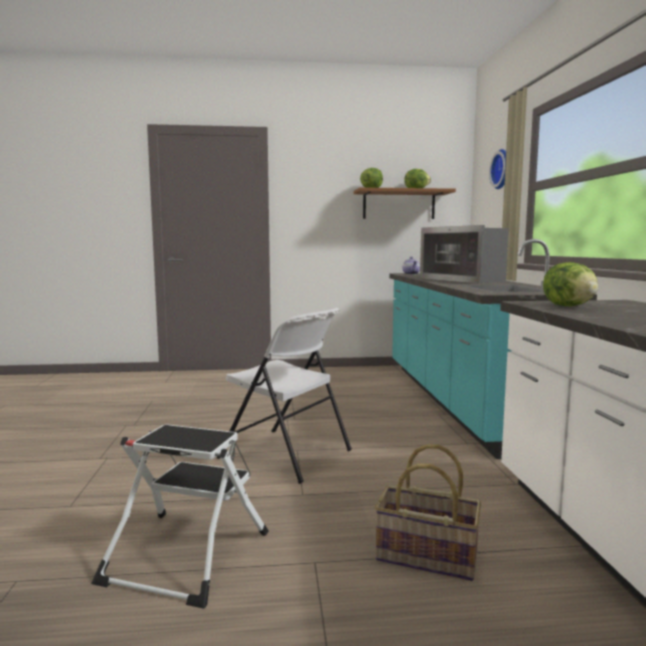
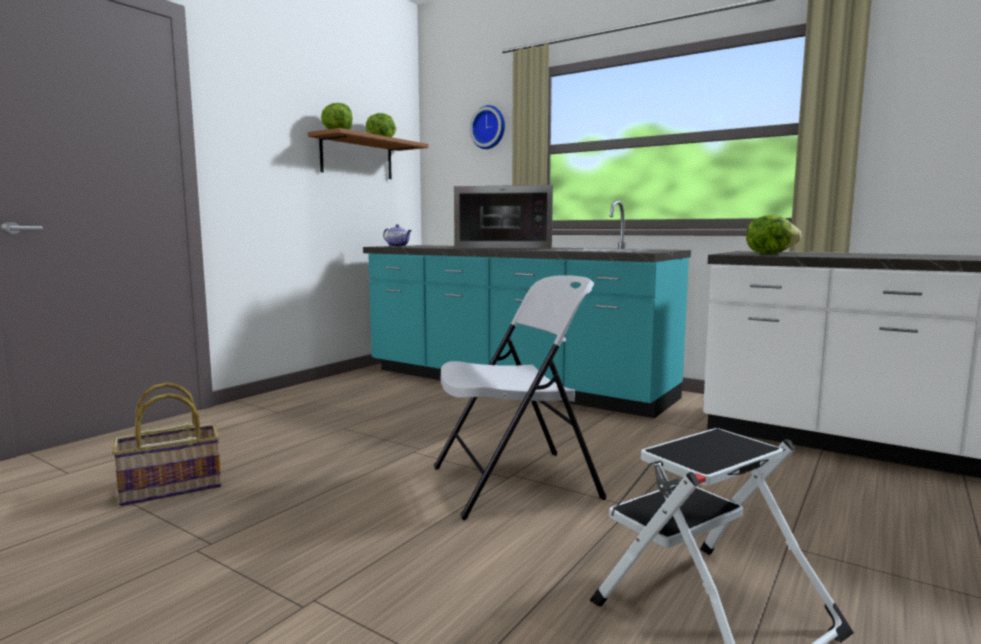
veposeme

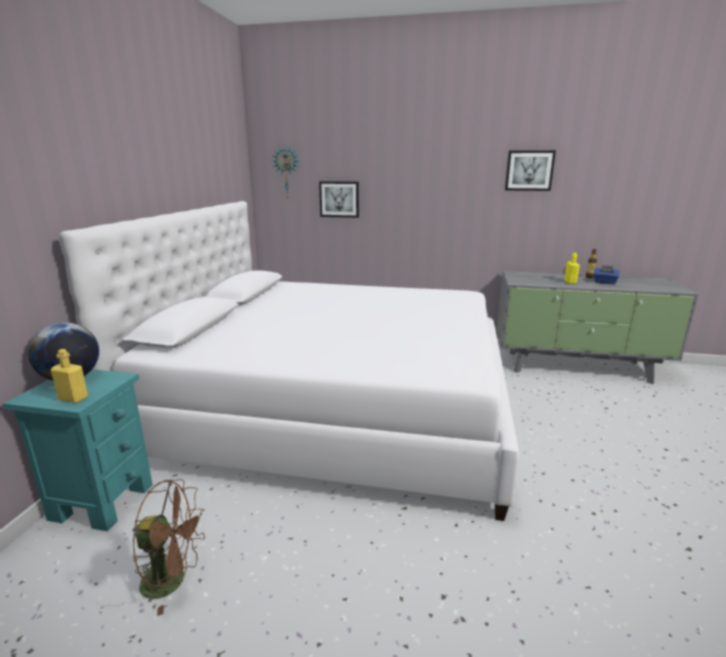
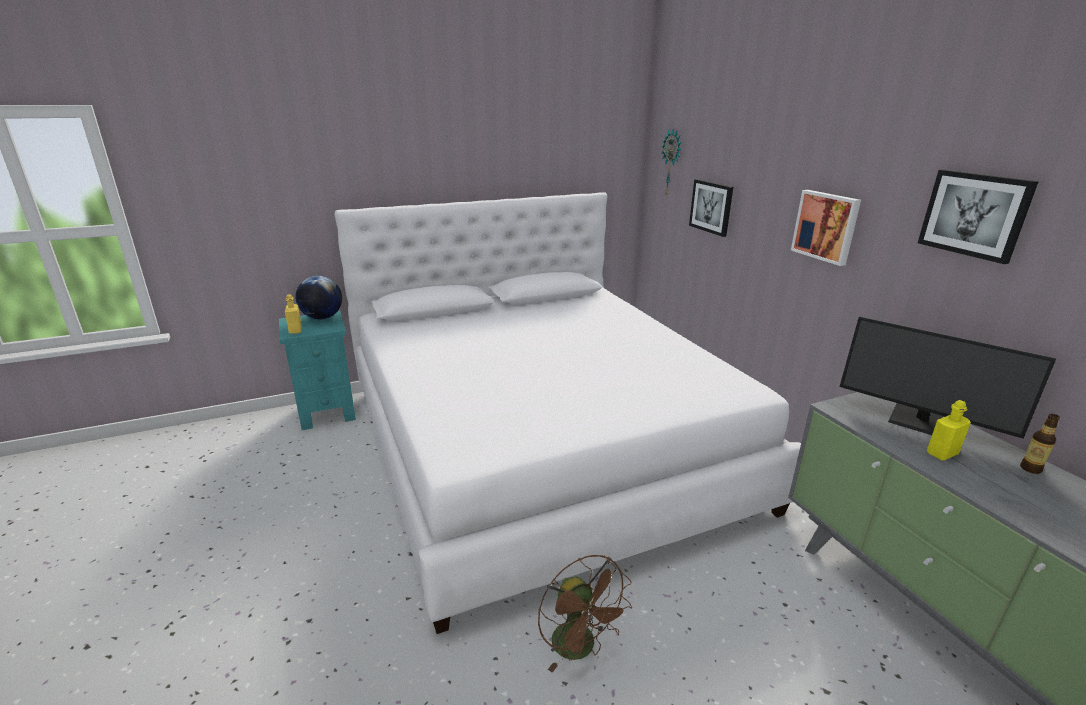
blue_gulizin
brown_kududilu
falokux (no. 2 from left)
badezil

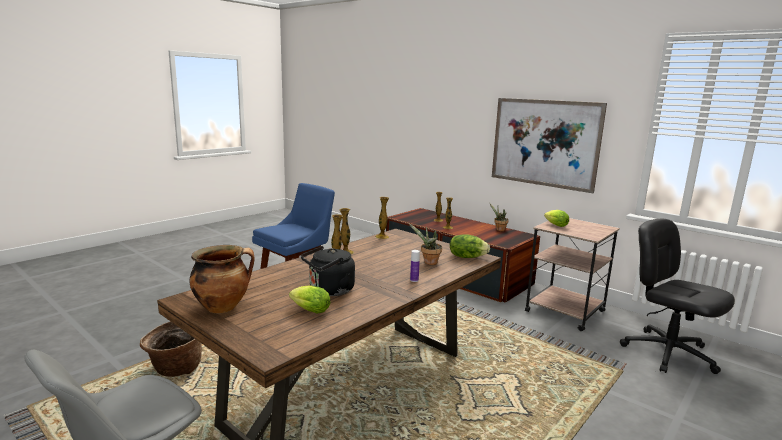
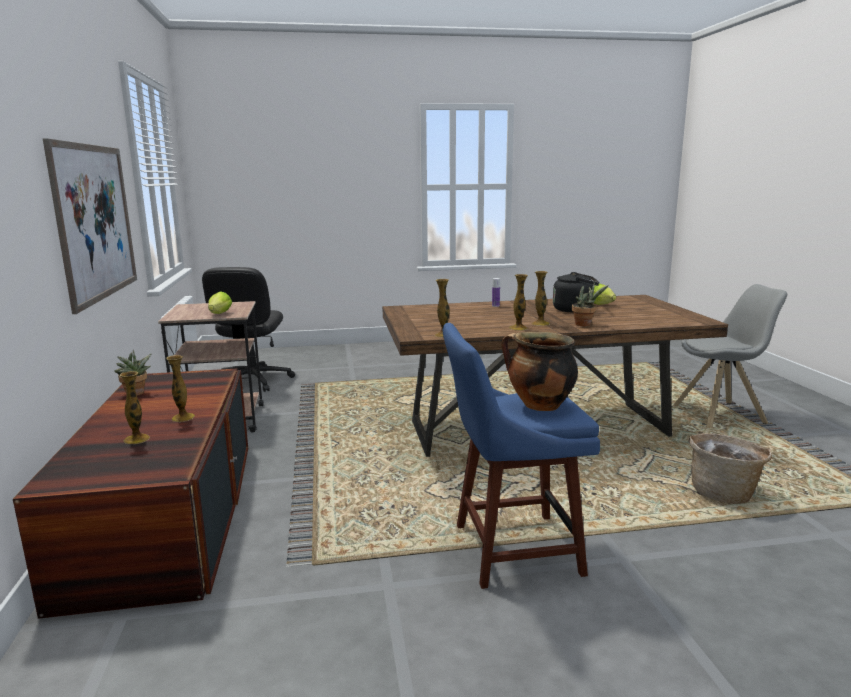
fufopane (no. 2 from left)
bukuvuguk (no. 2 from left in the first image)
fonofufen

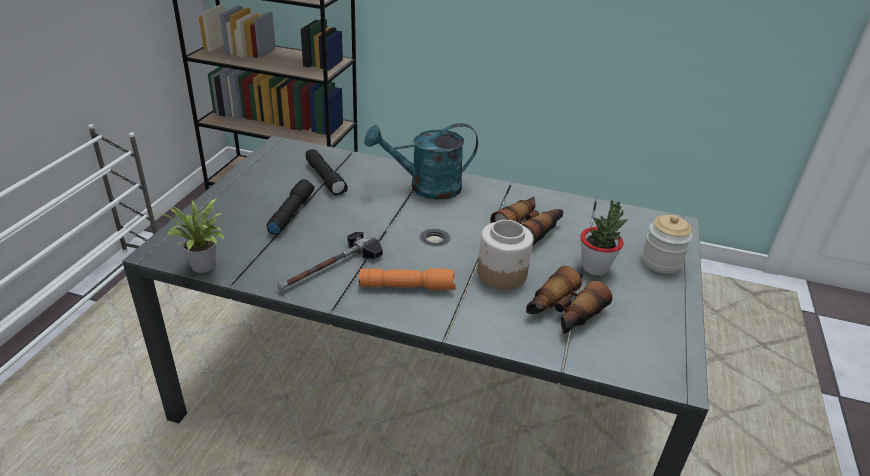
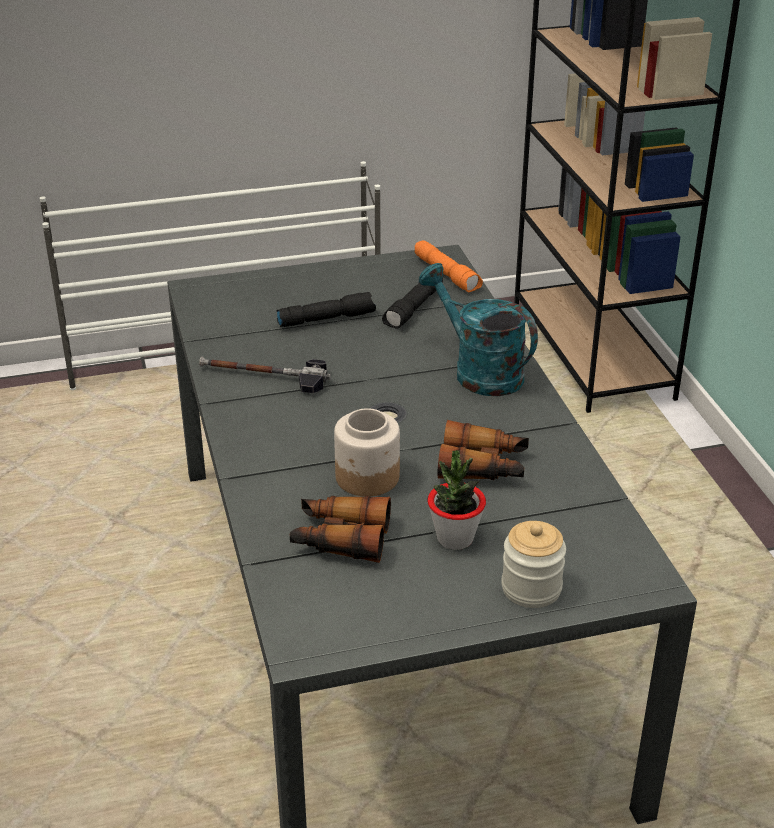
fufopane (no. 1 from left in the first image)
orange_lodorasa

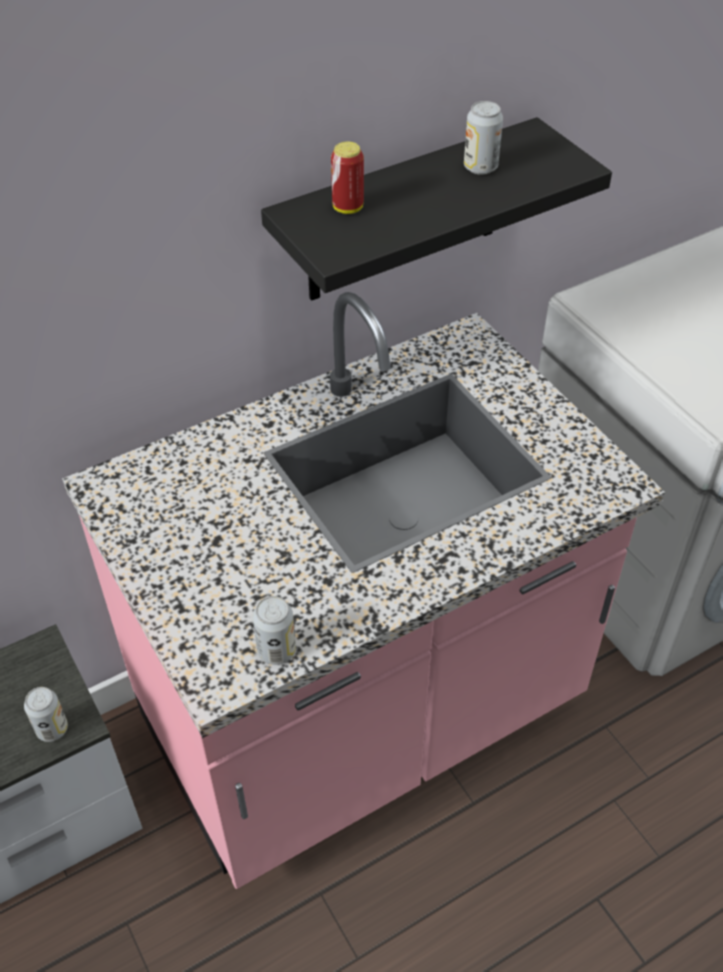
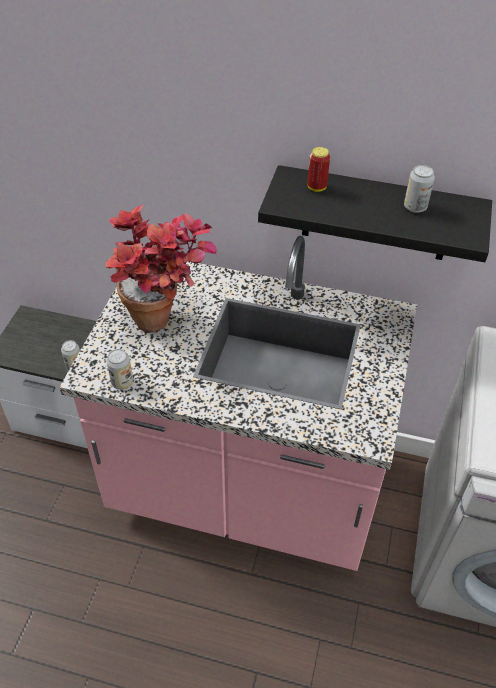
fufopane

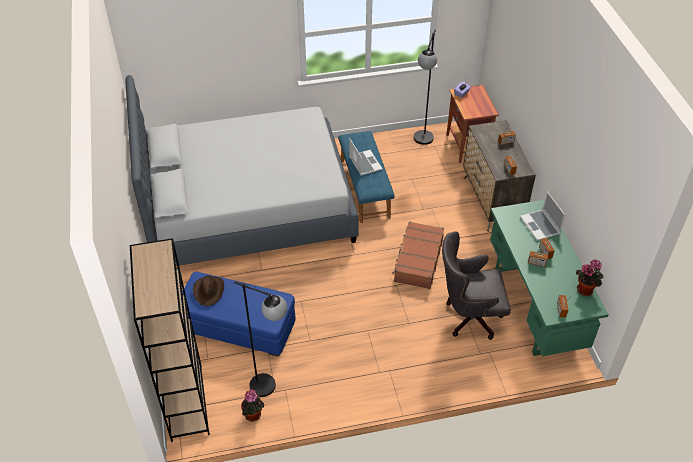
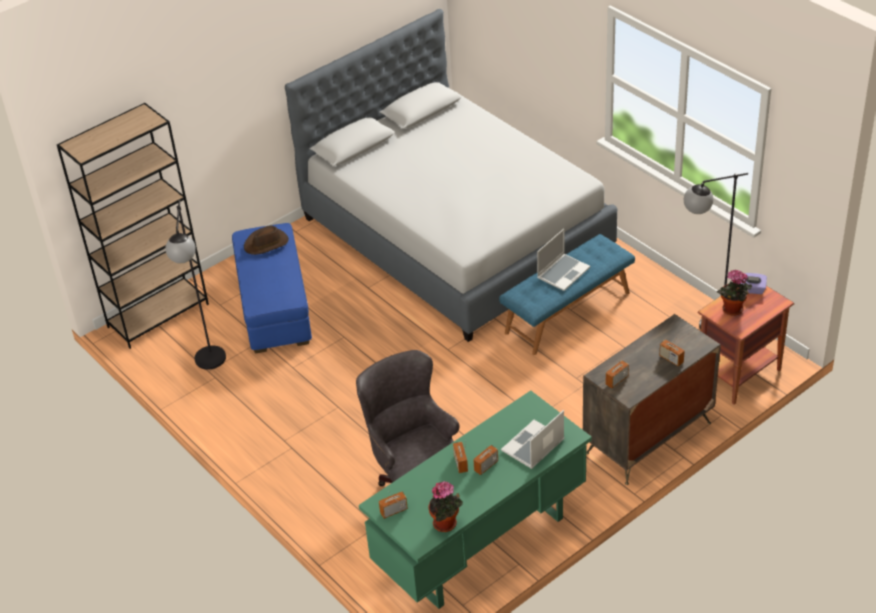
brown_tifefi
fufopane (no. 2 from left)

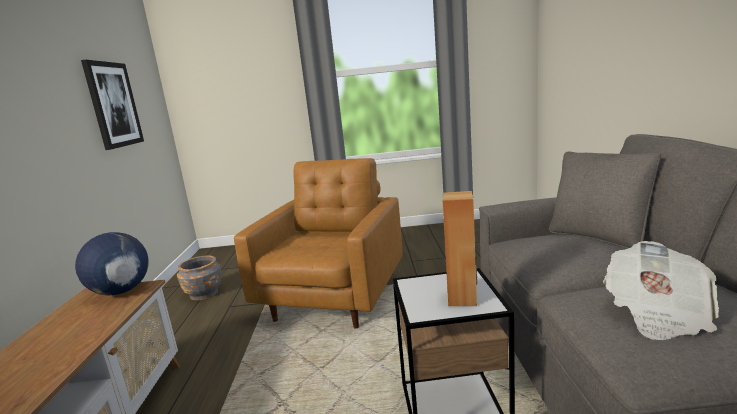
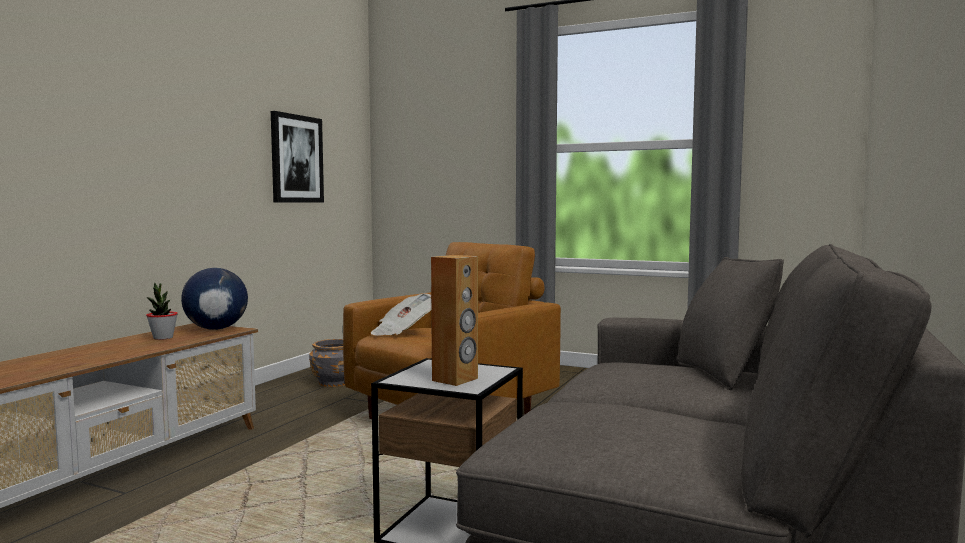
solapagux
fufopane

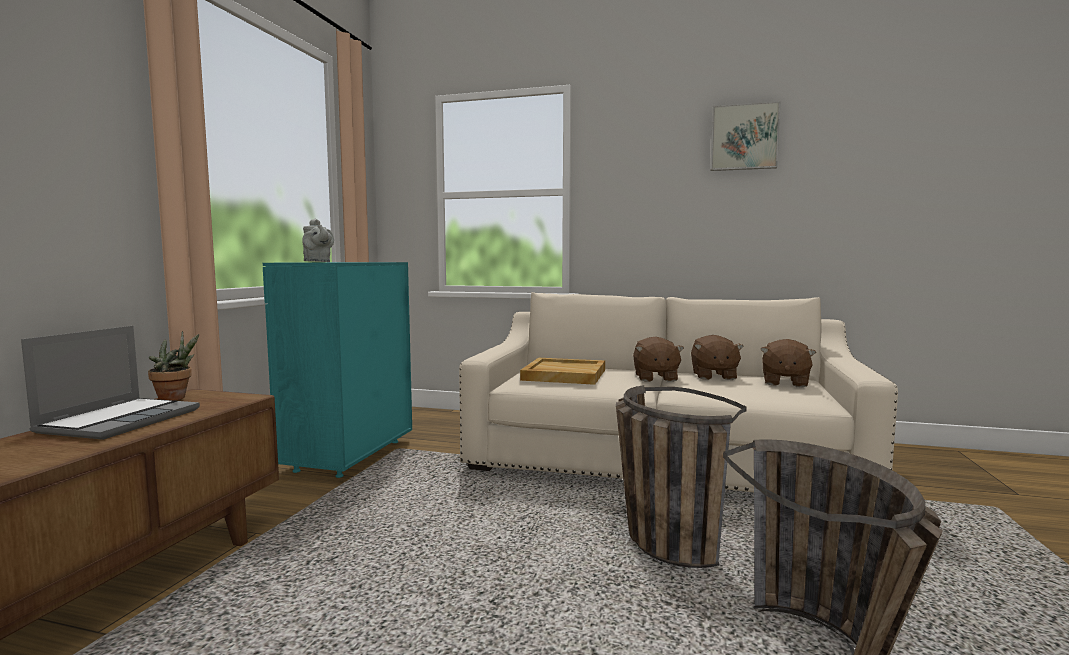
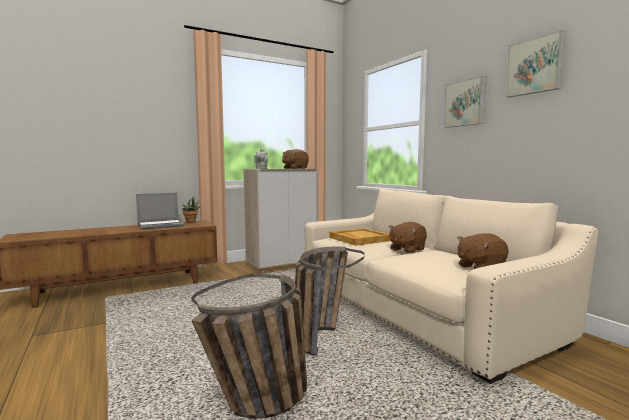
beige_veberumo
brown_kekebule (no. 1 from left)
falokux (no. 1 from left)

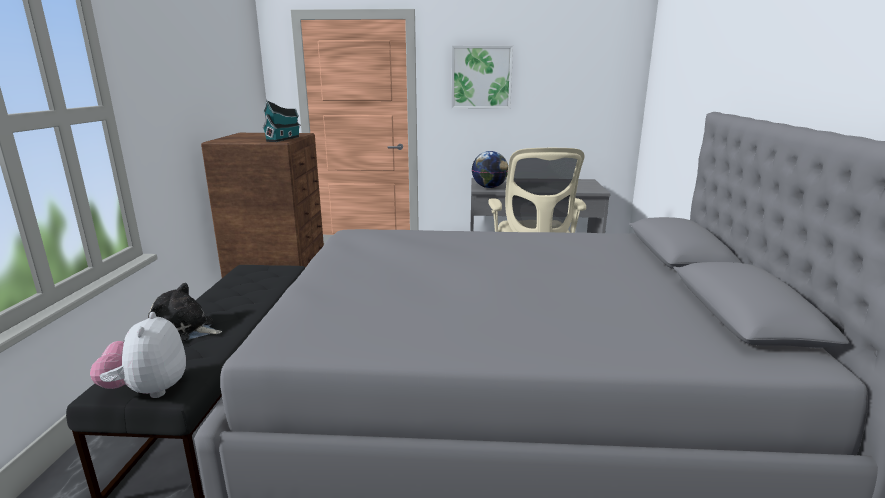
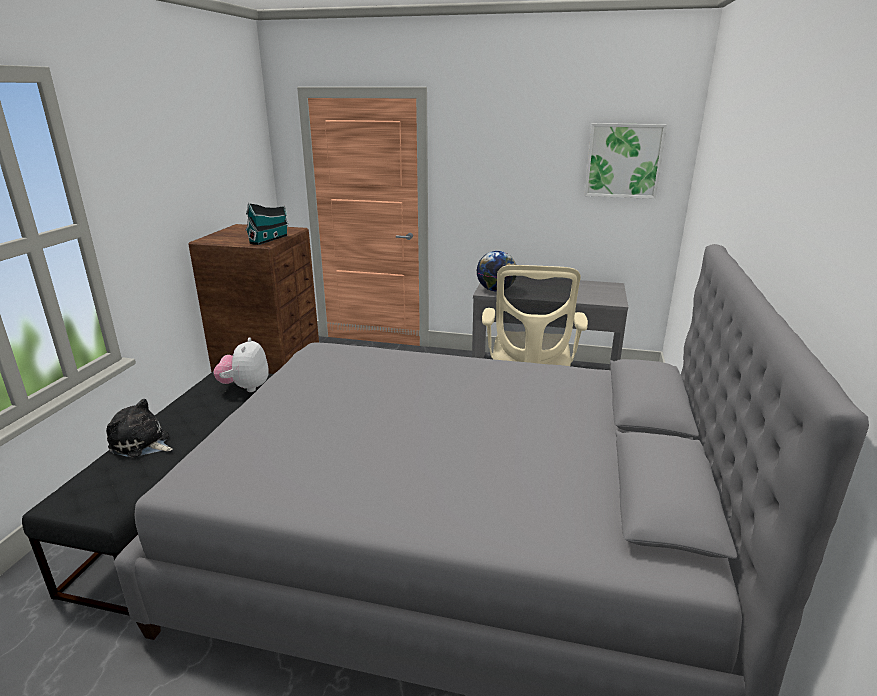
falokux
kekebule (no. 2 from left)

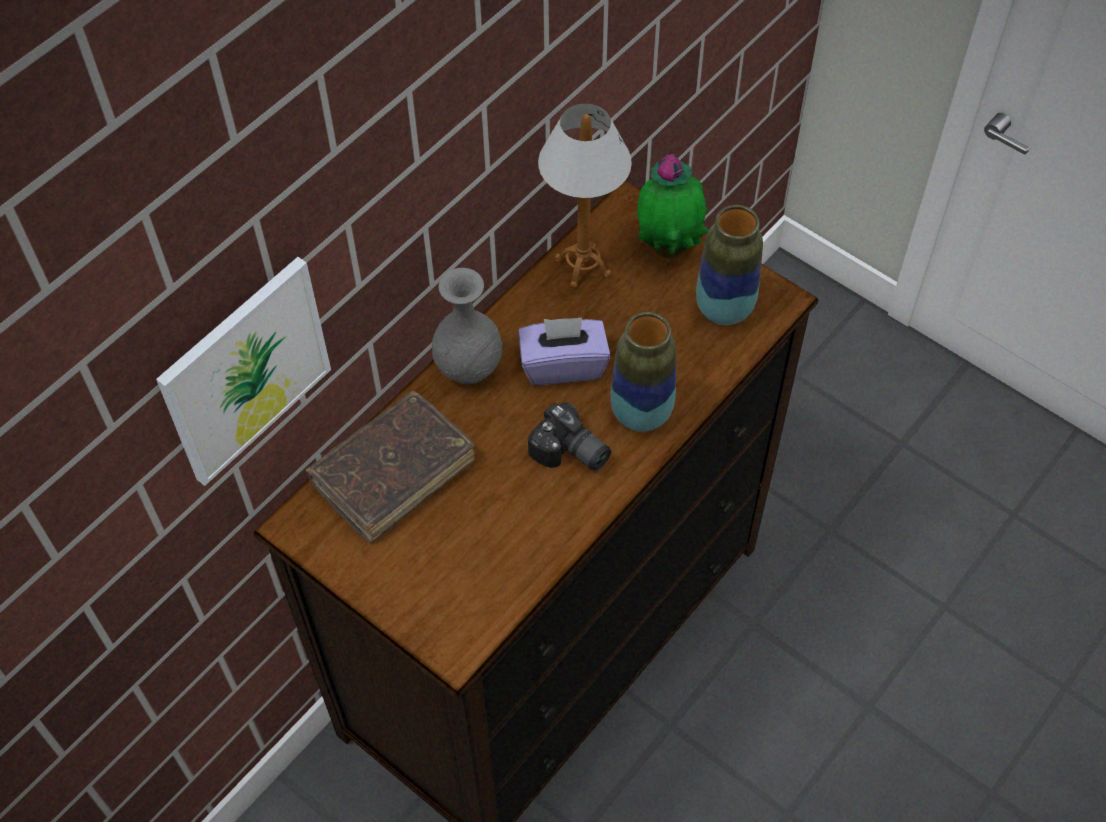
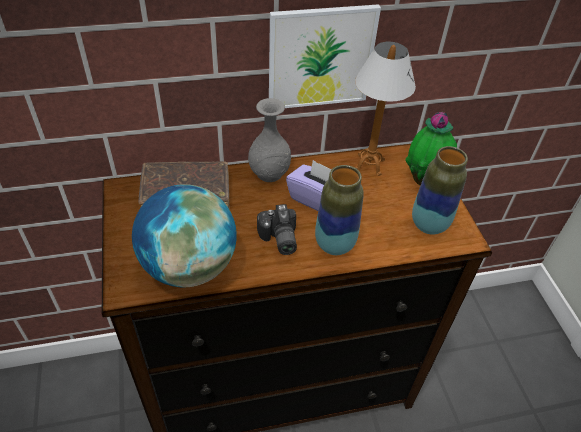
falokux
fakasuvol

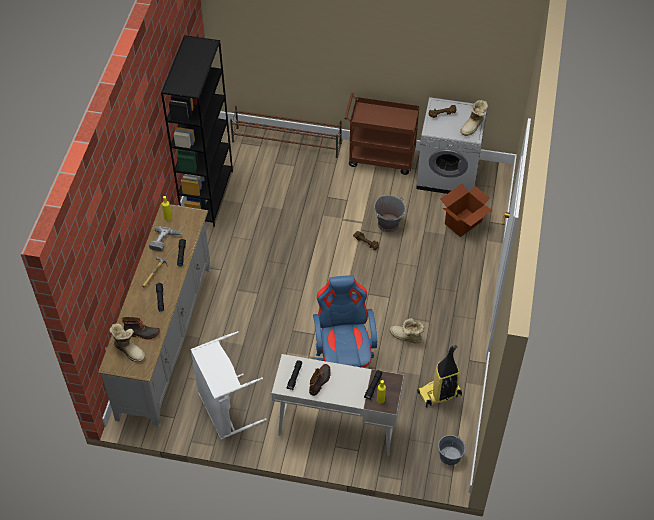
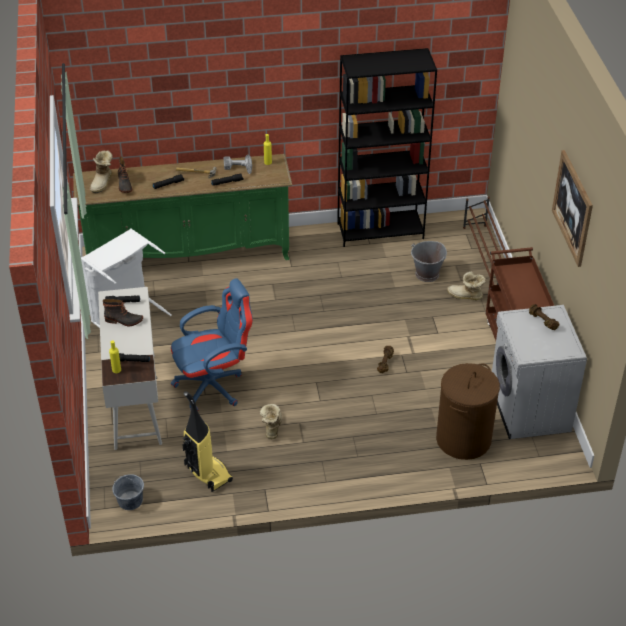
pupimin (no. 5 from left)
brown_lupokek
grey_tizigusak (no. 2 from left)
green_veberumo
falokux

